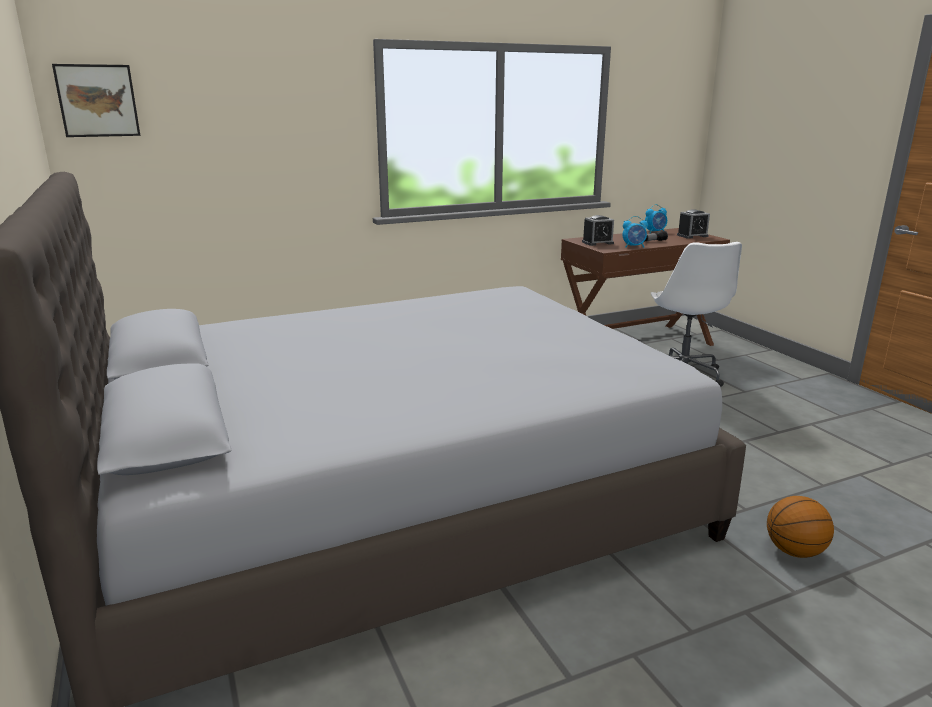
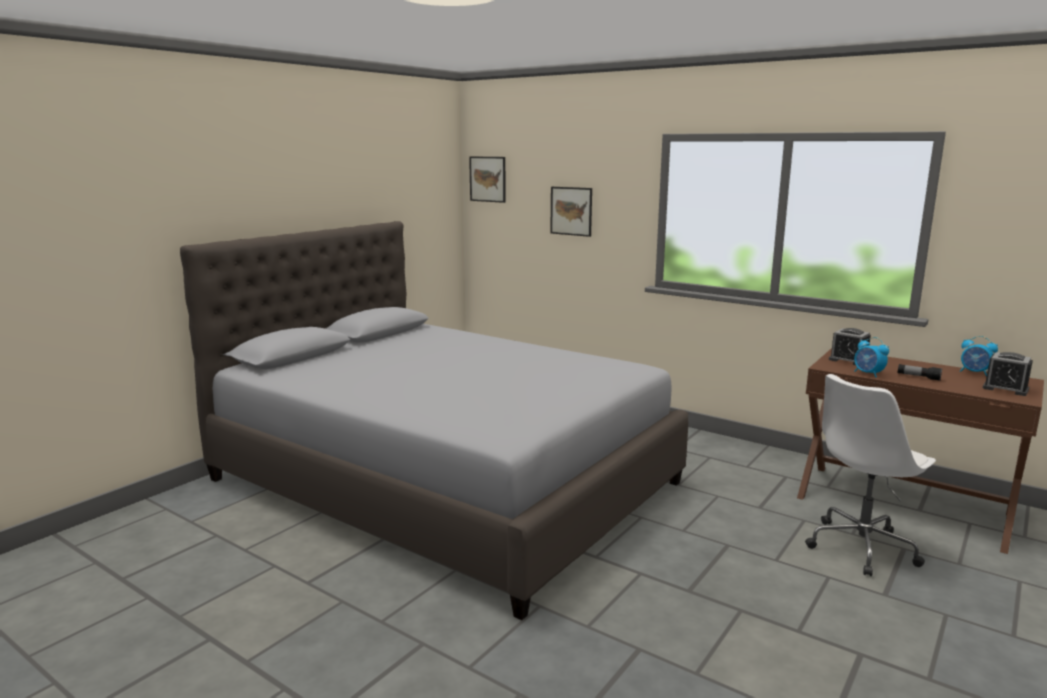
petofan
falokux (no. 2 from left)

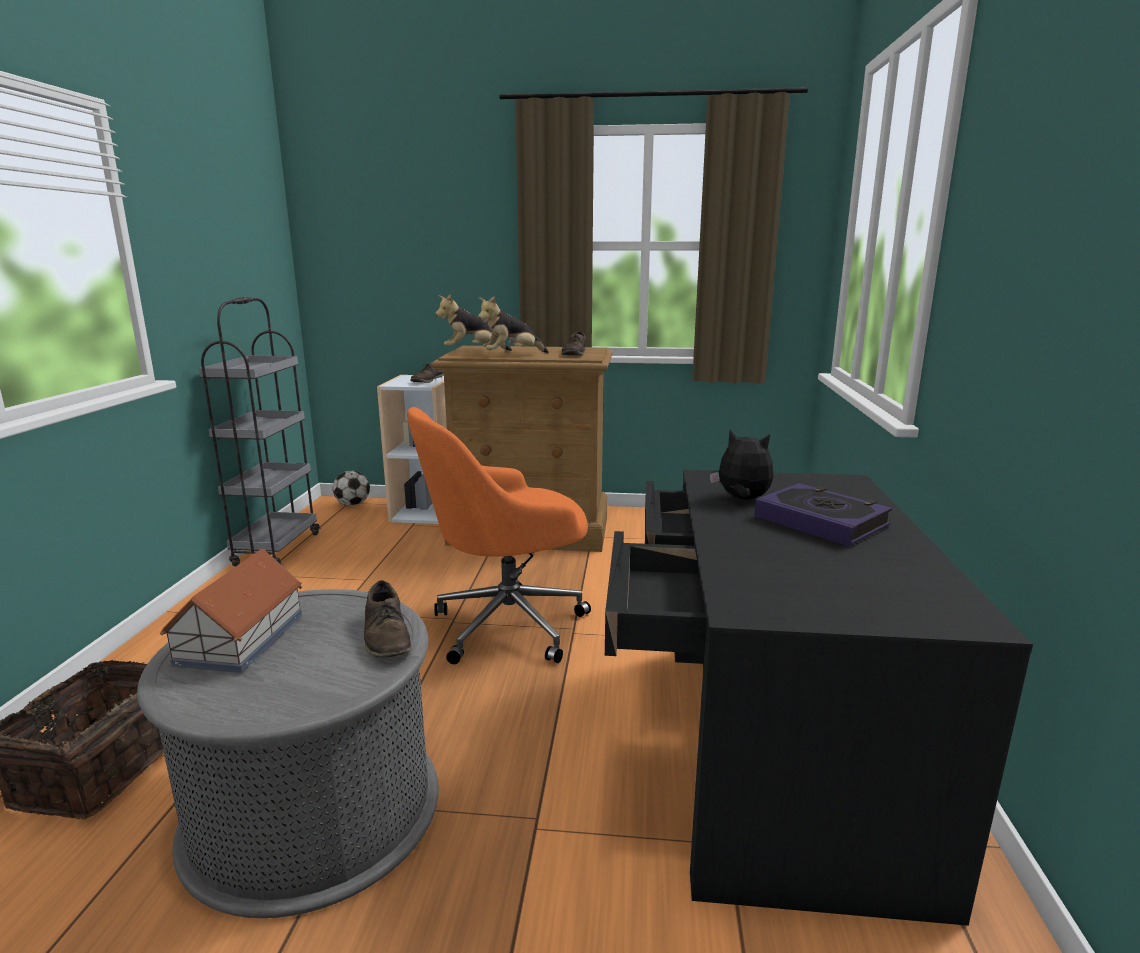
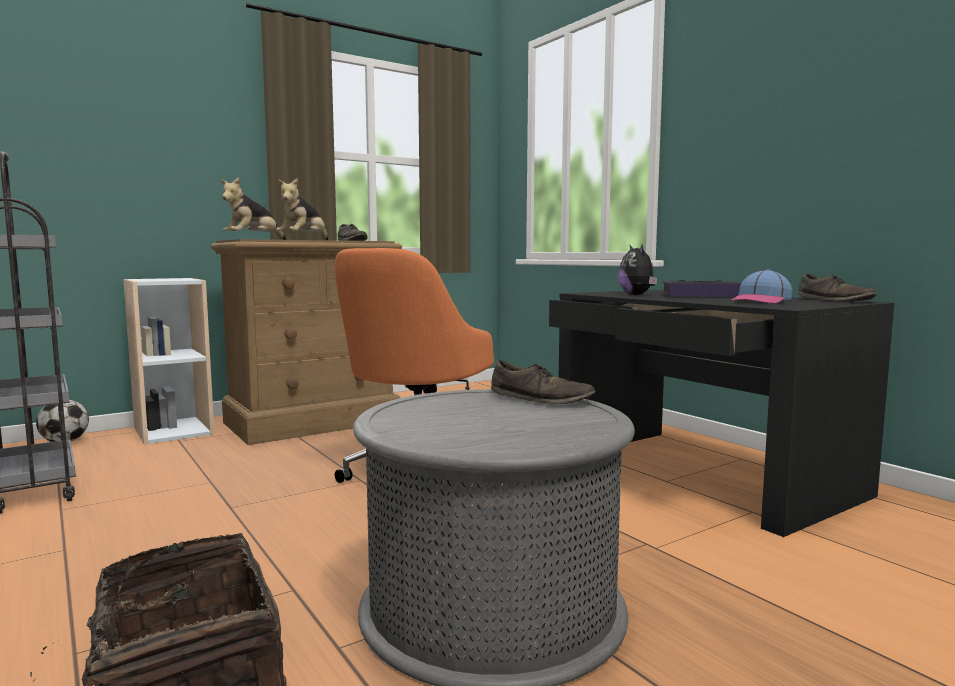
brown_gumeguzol (no. 3 from left)
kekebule (no. 3 from left)
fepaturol
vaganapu

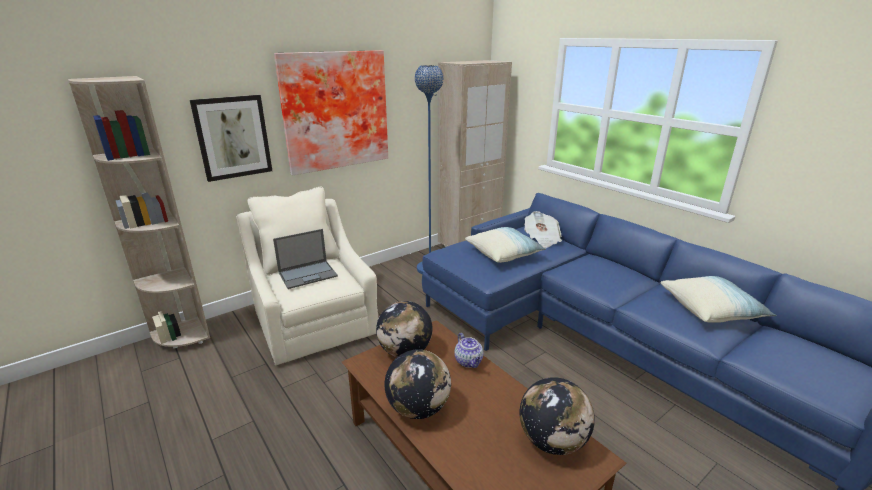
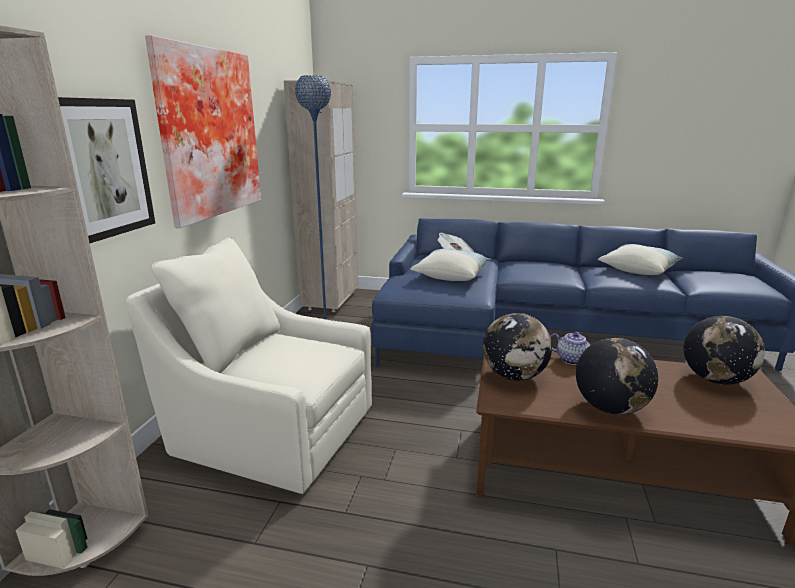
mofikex

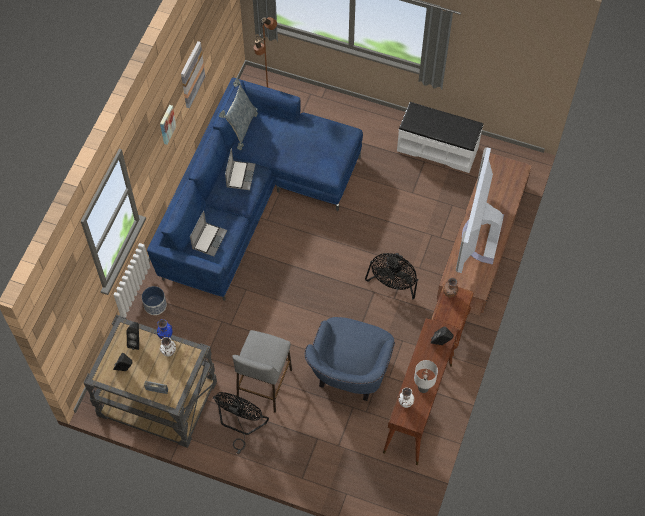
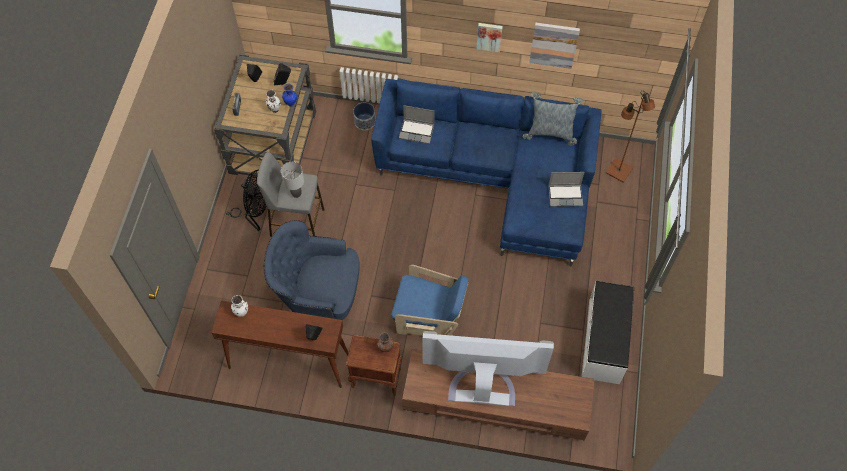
mofikex (no. 2 from left)
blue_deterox (no. 2 from left)
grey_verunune

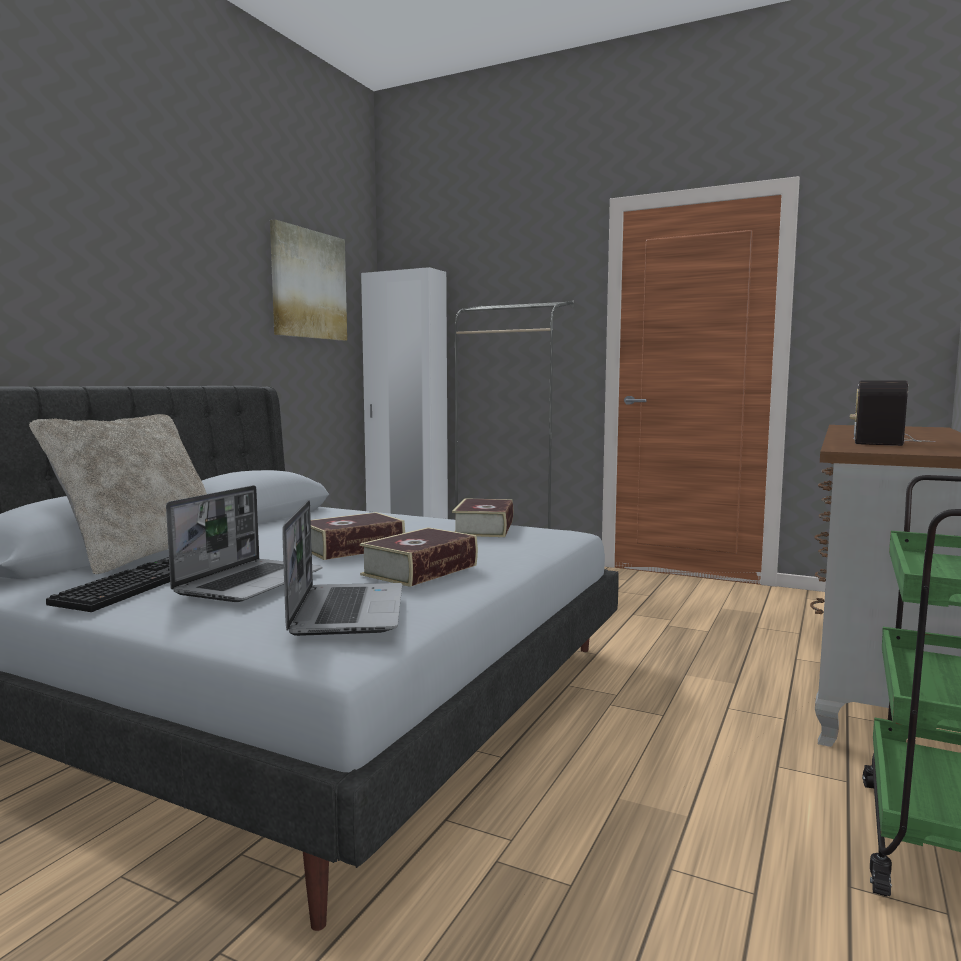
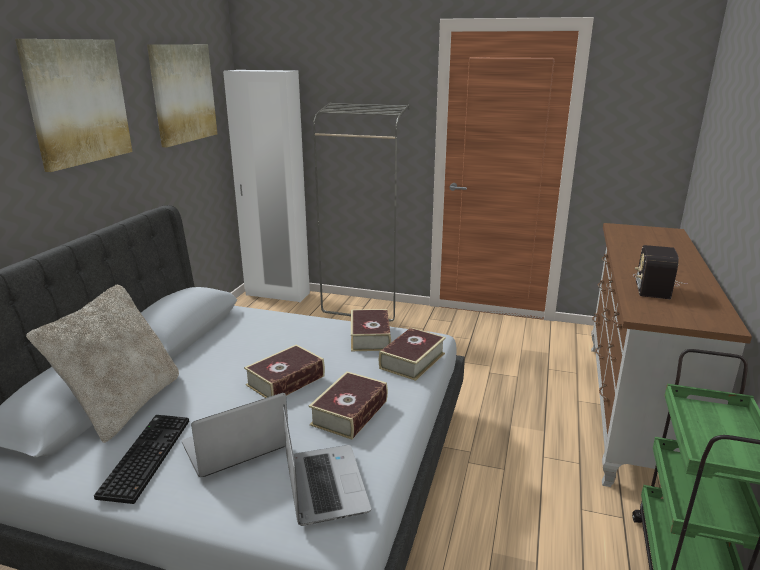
mofikex (no. 1 from left)
falokux (no. 1 from left)
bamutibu (no. 4 from left)

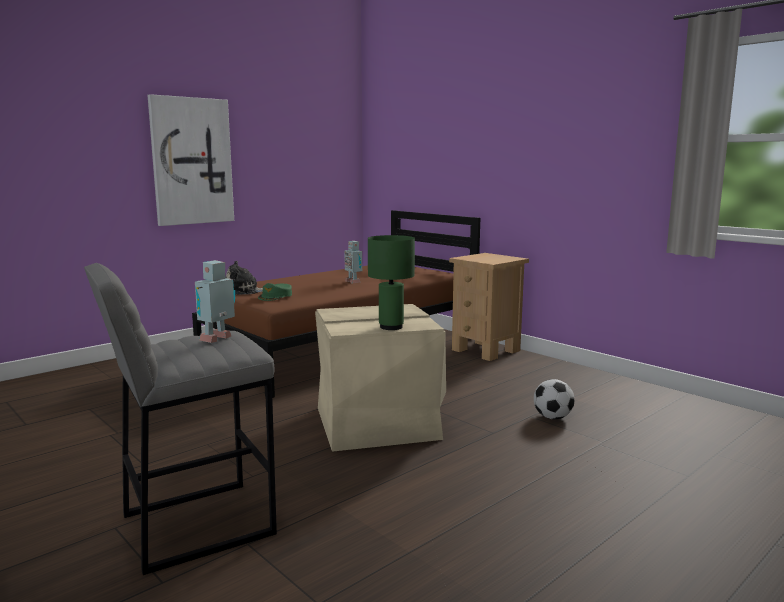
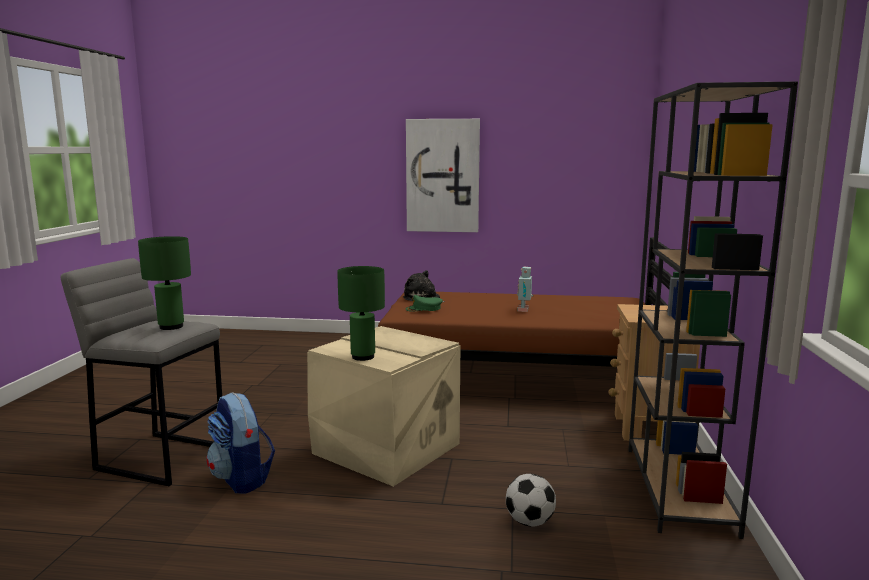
green_verunune (no. 1 from left)
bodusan
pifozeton

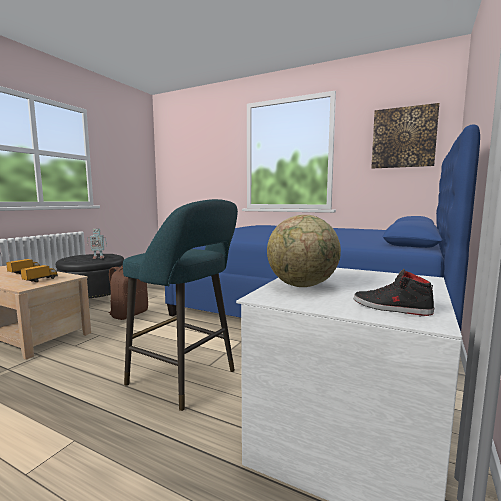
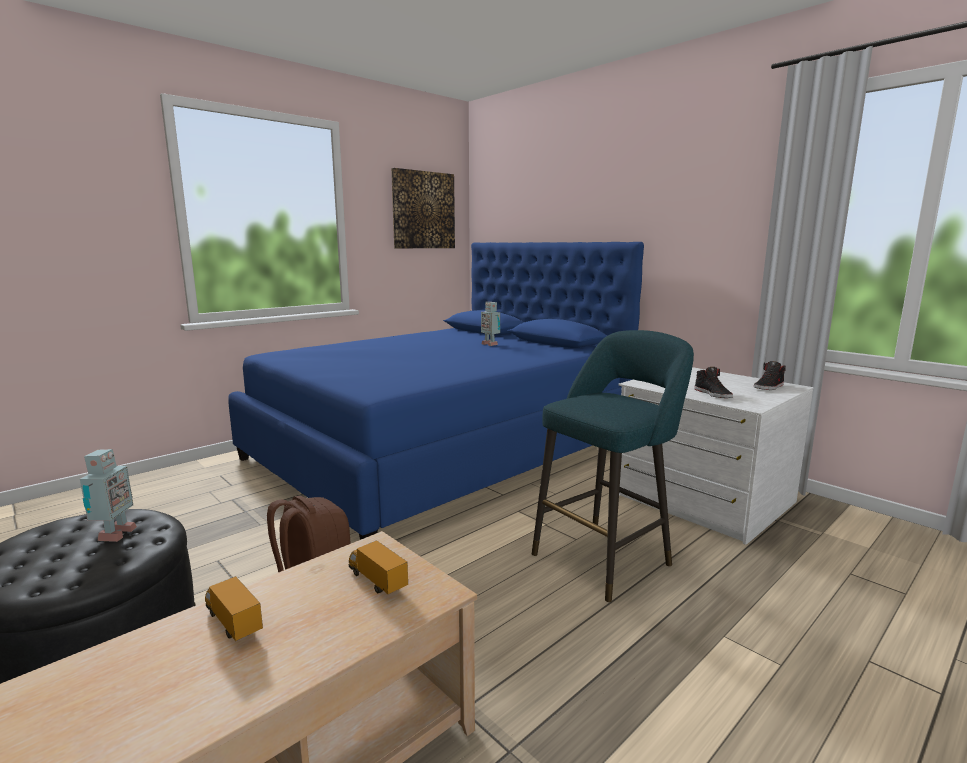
black_gumeguzol (no. 1 from left)
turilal (no. 2 from left)

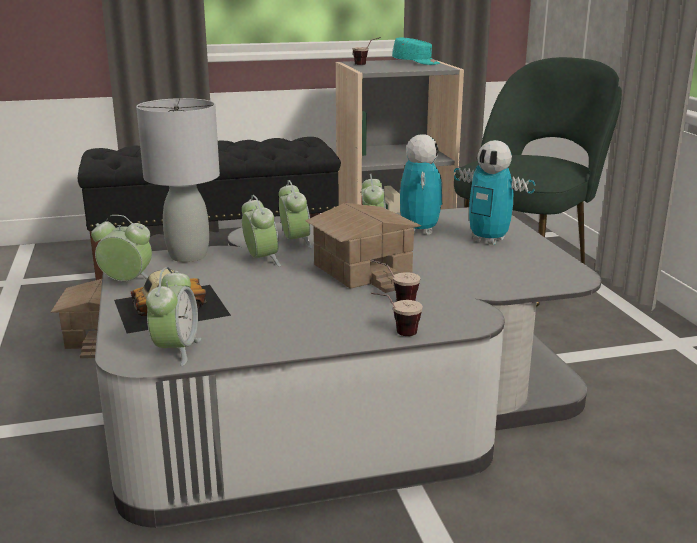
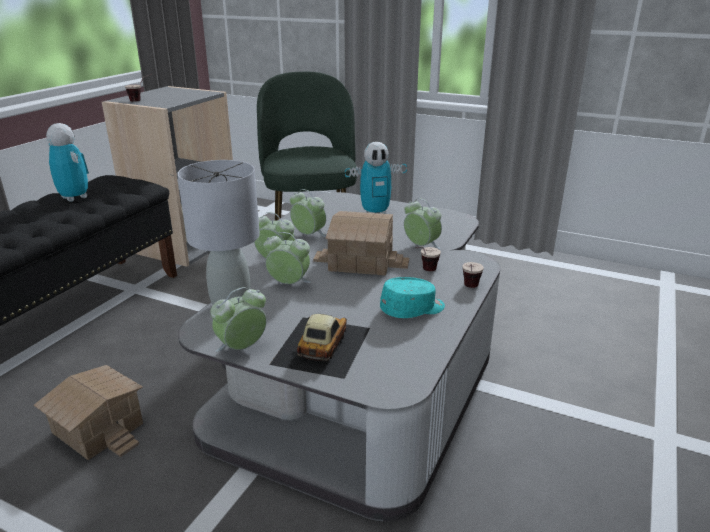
turquoise_vaganapu
turilal (no. 1 from left)
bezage (no. 5 from left)

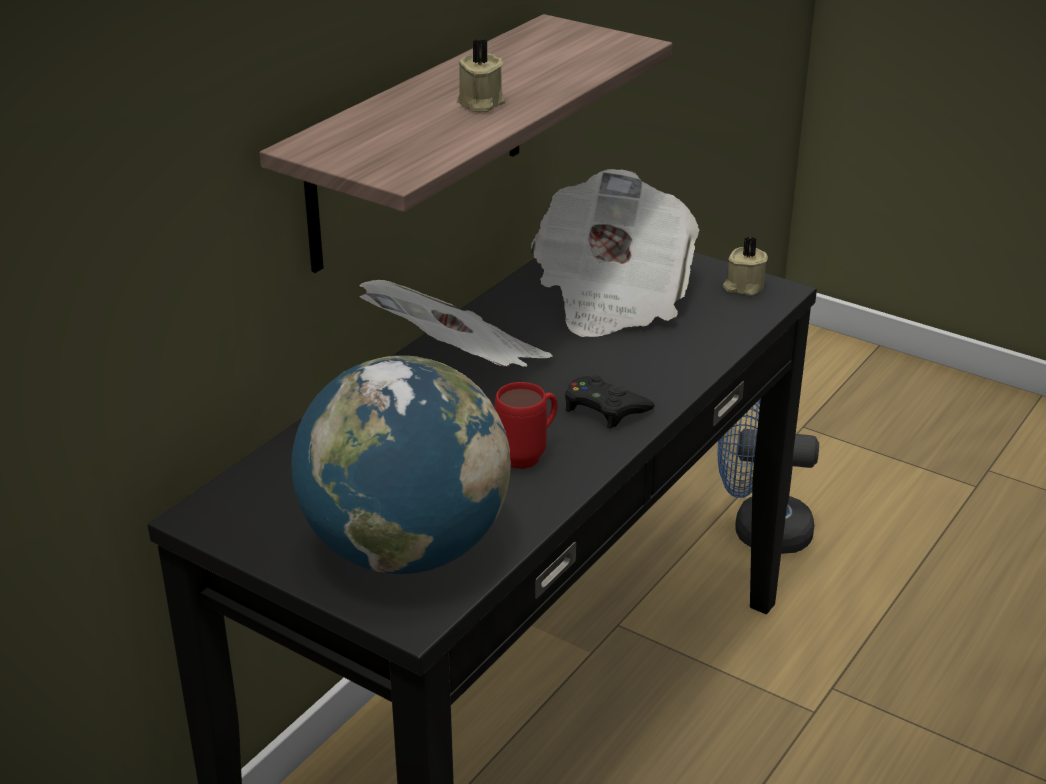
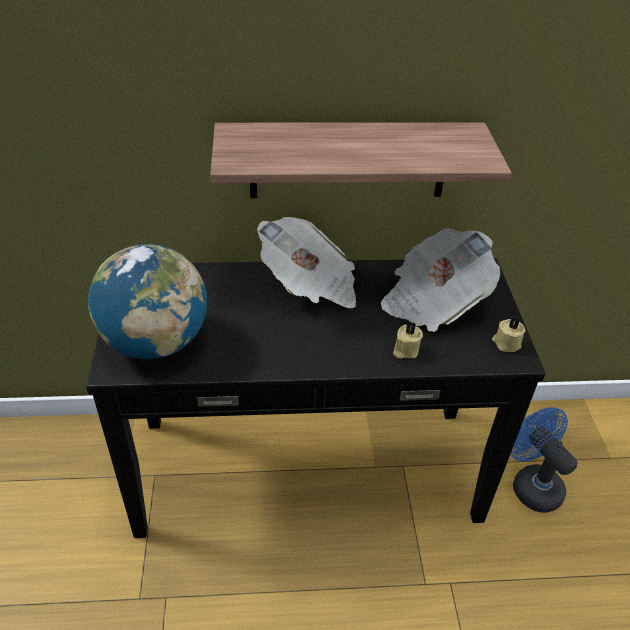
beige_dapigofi (no. 1 from left)
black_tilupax
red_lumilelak

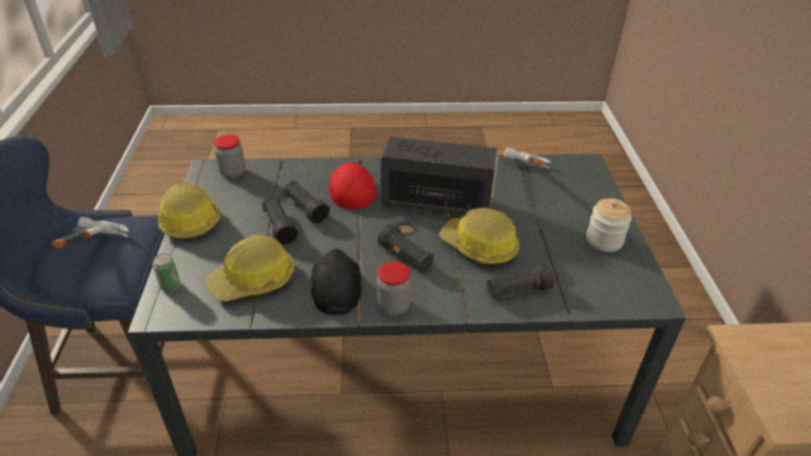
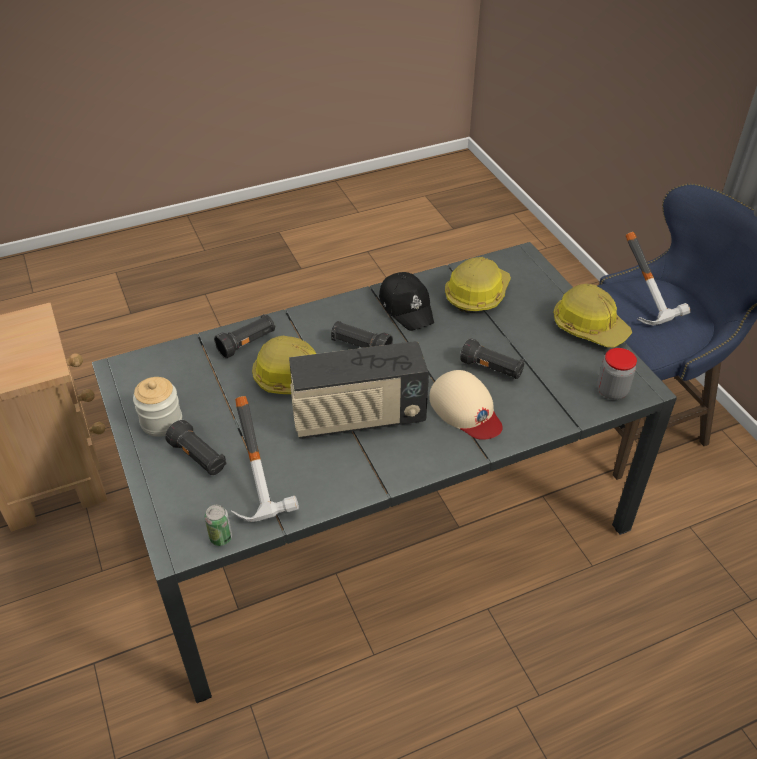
beige_vaganapu
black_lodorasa (no. 1 from left)
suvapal
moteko (no. 2 from left in the first image)

